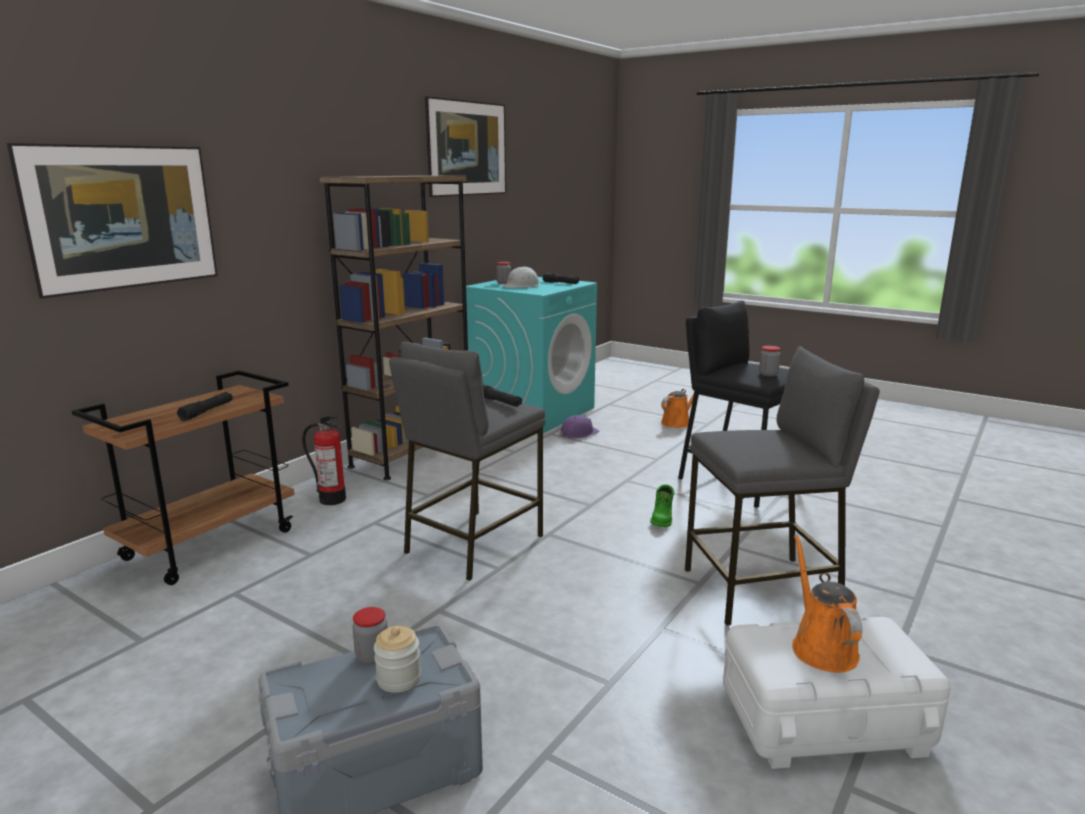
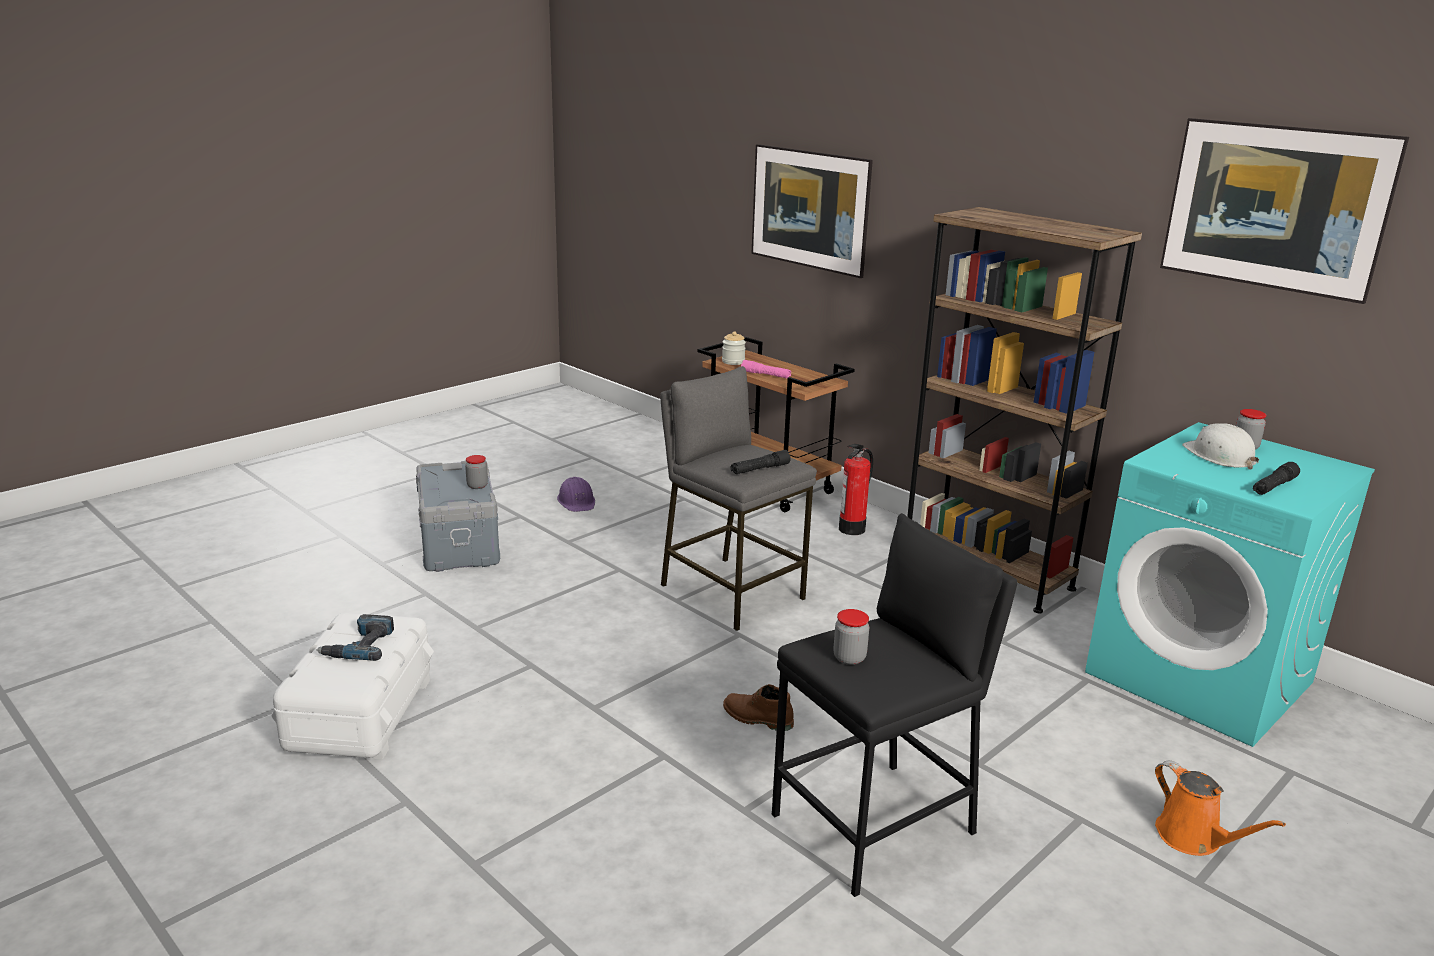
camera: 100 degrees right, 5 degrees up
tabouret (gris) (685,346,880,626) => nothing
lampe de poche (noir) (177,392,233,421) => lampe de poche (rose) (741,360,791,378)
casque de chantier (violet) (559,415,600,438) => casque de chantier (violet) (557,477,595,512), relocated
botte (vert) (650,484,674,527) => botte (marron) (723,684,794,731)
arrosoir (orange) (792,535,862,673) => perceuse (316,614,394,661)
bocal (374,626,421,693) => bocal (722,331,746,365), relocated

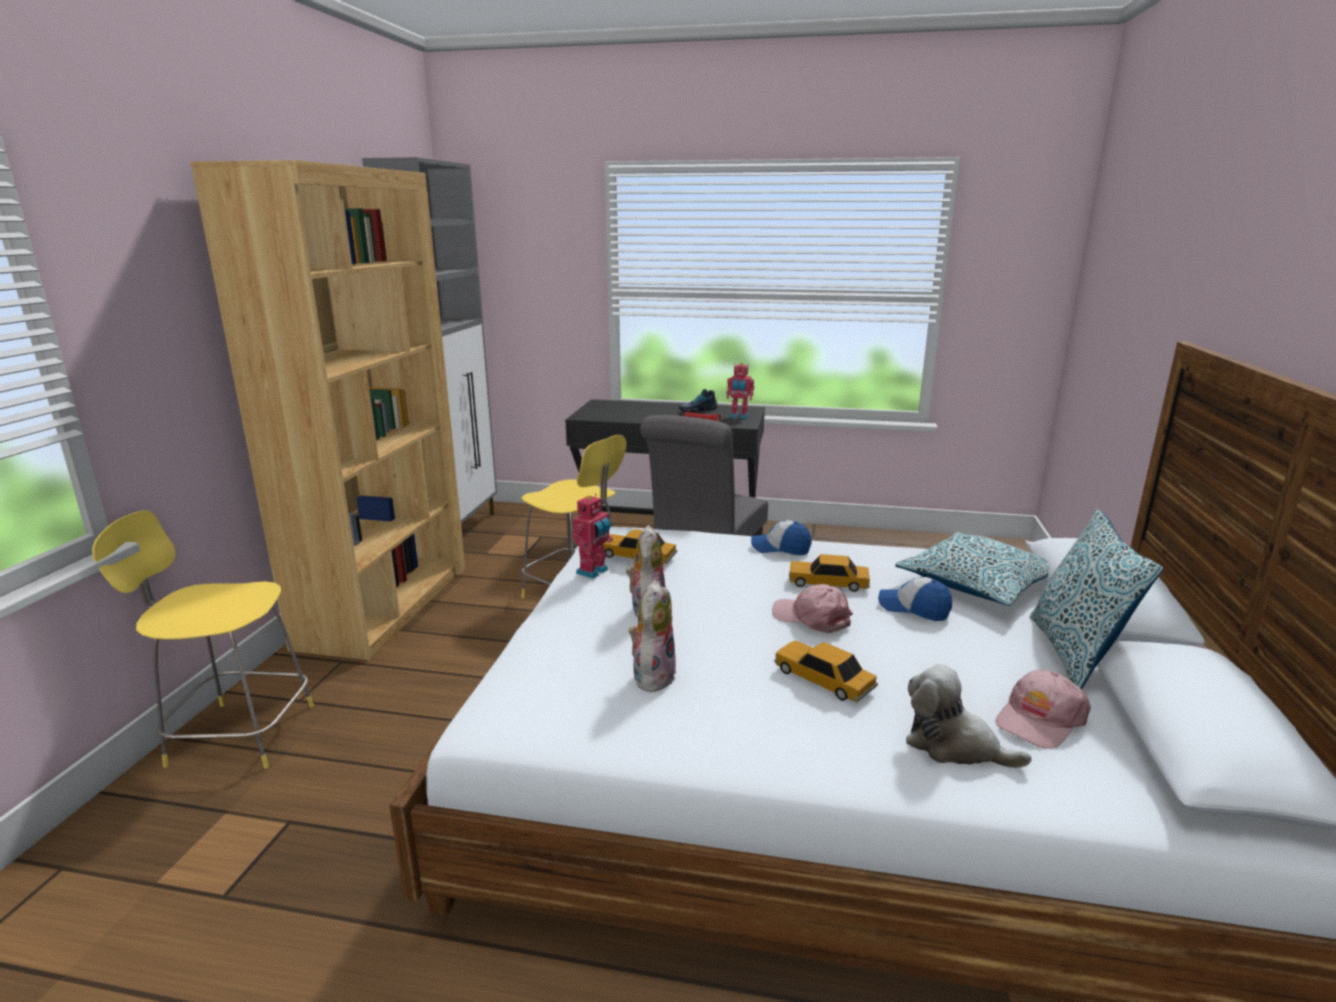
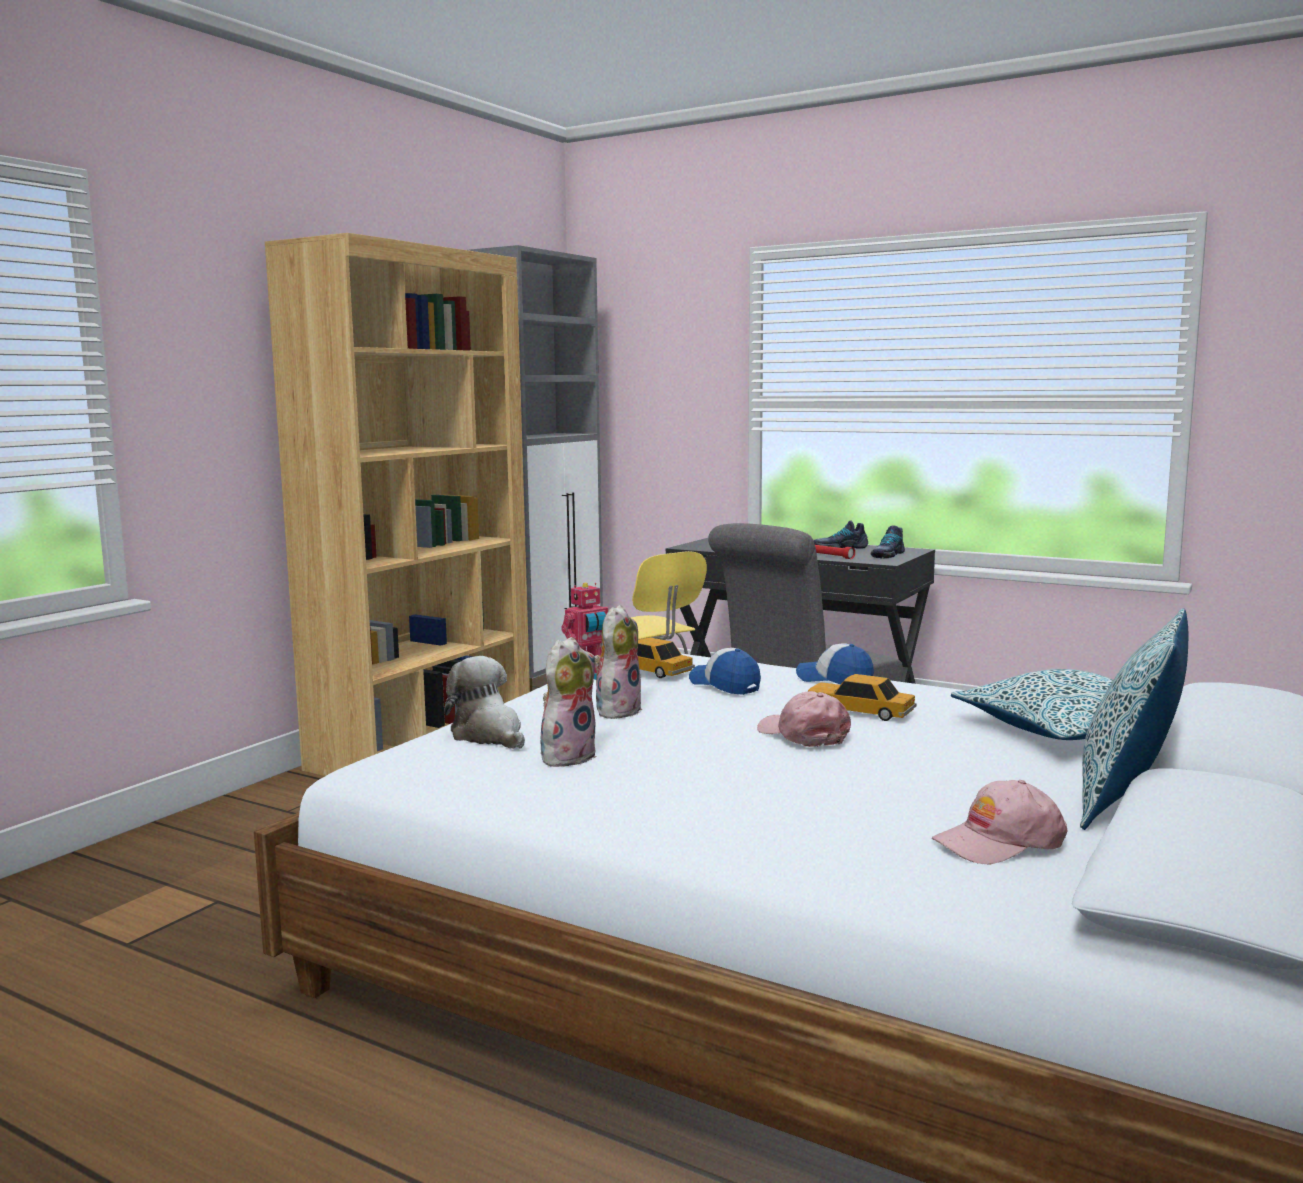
camera: 20 degrees right, 10 degrees down
robot jouet (727,363,754,419) => chaussure (870,526,905,559)
tabouret (jaune) (92,510,314,769) => nothing
casquette (878,577,952,621) => casquette (689,648,761,695), relocated
petite voiture (774,641,878,702) => nothing
peluche (906,664,1032,768) => peluche (444,656,525,749), relocated

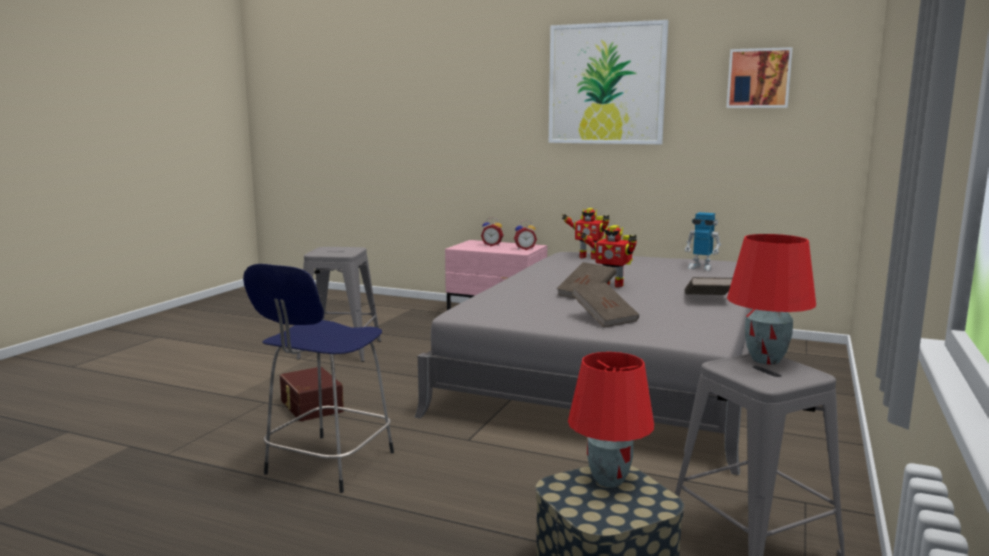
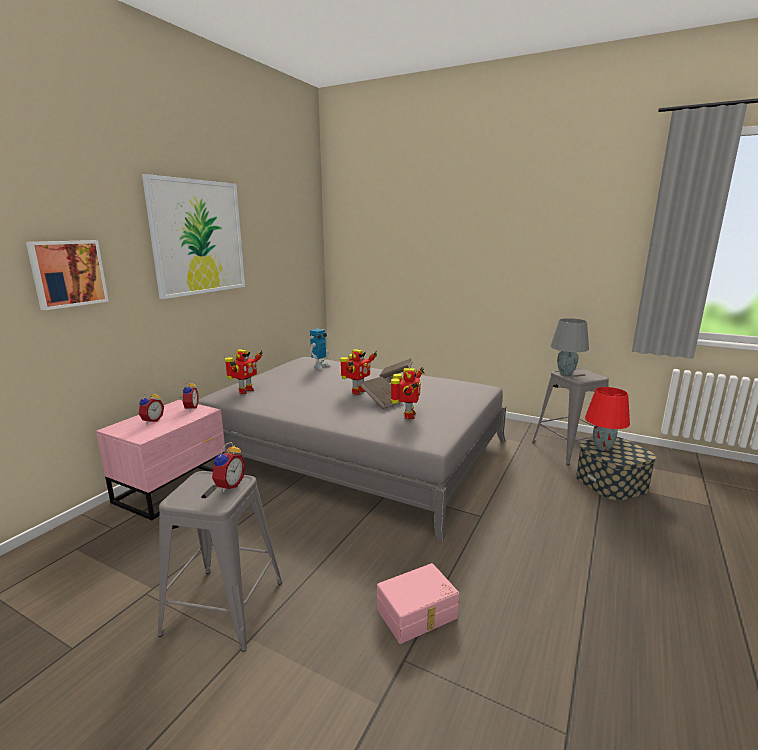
camera: 85 degrees left, 5 degrees up
tableau (726,47,793,108) => tableau (26,240,109,310), relocated
lampe de table (rouge) (727,234,816,364) => lampe de table (gris) (550,318,589,375)
tabouret (bleu) (243,264,394,493) => nothing
livre (marron) (571,283,639,327) => nothing
boîte de rangement (marron) (280,367,344,421) => boîte de rangement (rose) (377,563,459,644)
nothing => robot jouet (391,367,425,419)
nothing => réveil (212,442,245,492)

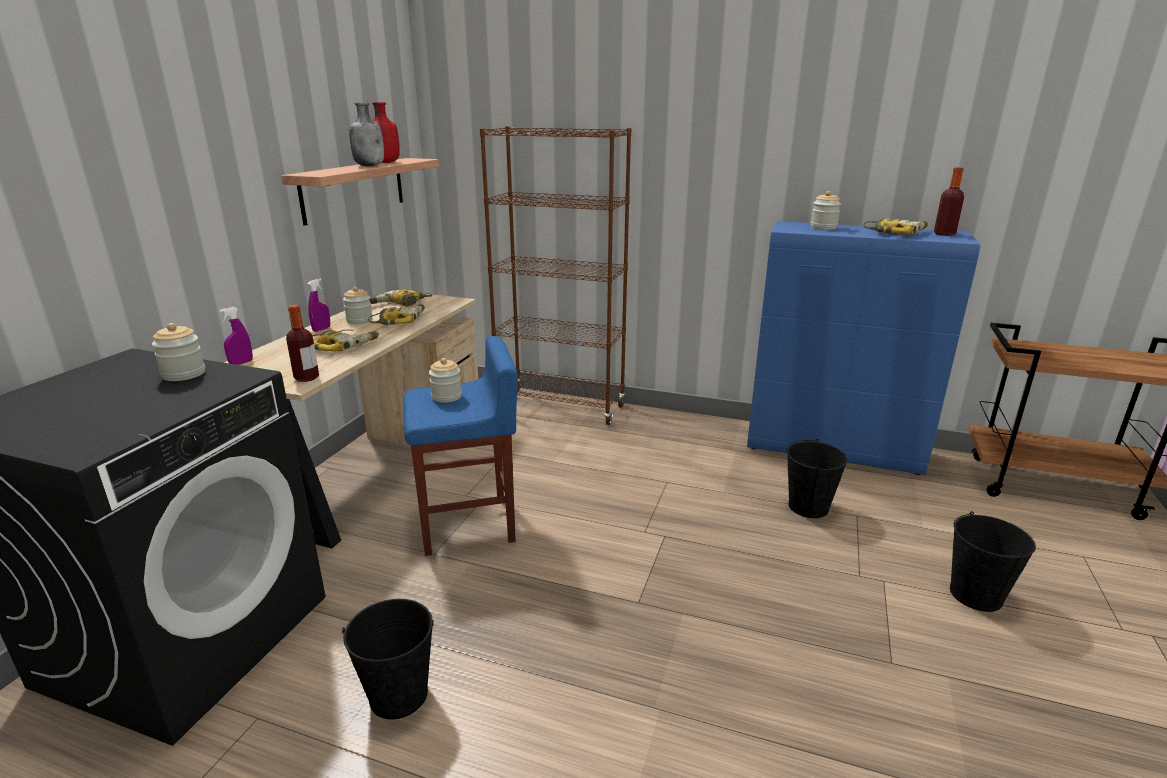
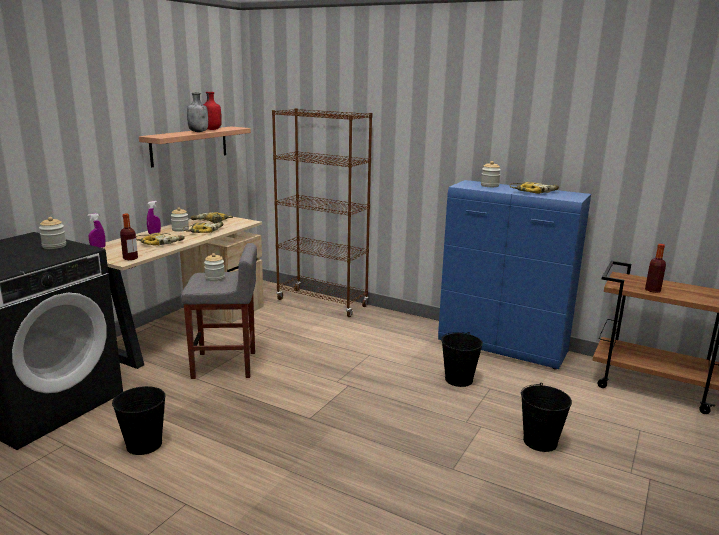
camera: 10 degrees right, 5 degrees down
bouteille (934,167,964,236) => bouteille (645,244,666,293), relocated
tabouret (bleu) (403,336,518,556) => tabouret (gris) (180,243,257,379)

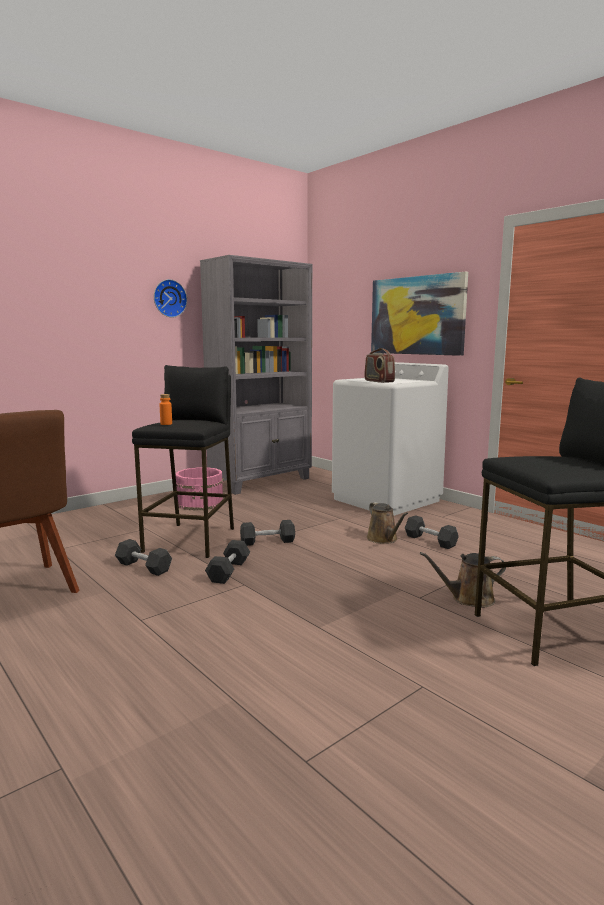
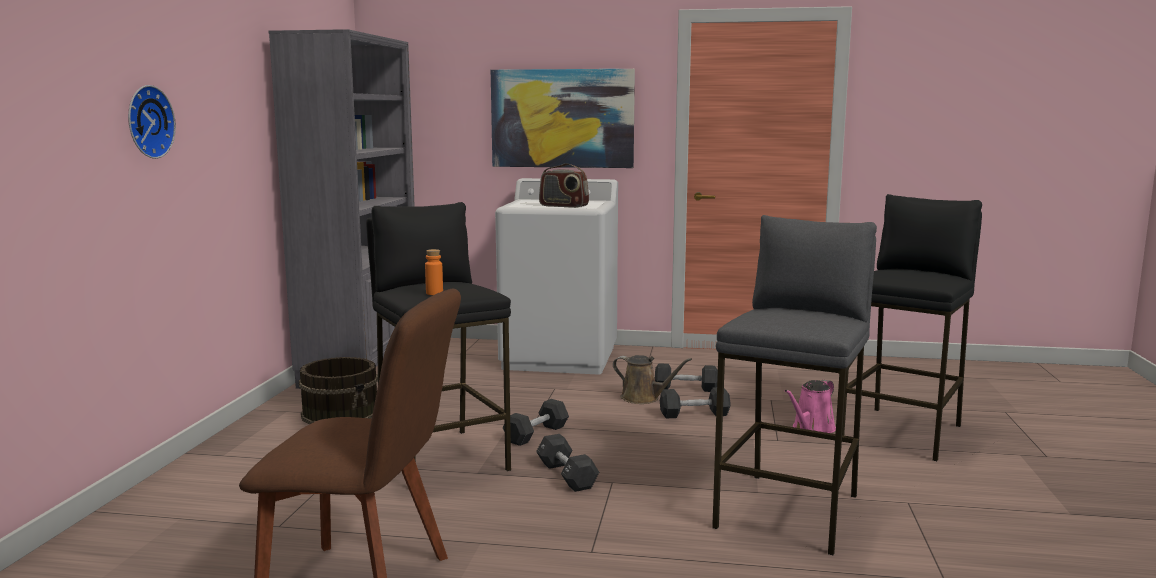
camera: 40 degrees left, 0 degrees up
horloge murale (154,279,187,318) => horloge murale (128,85,176,159), relocated
seau (rose) (175,467,224,510) => seau (marron) (299,357,378,425)
haltère (noir) (115,539,172,576) => haltère (noir) (660,387,731,419), relocated
arrosoir (marron) (420,552,506,608) => arrosoir (rose) (784,380,836,433)
nothing => tabouret (gris) (712,215,877,555)

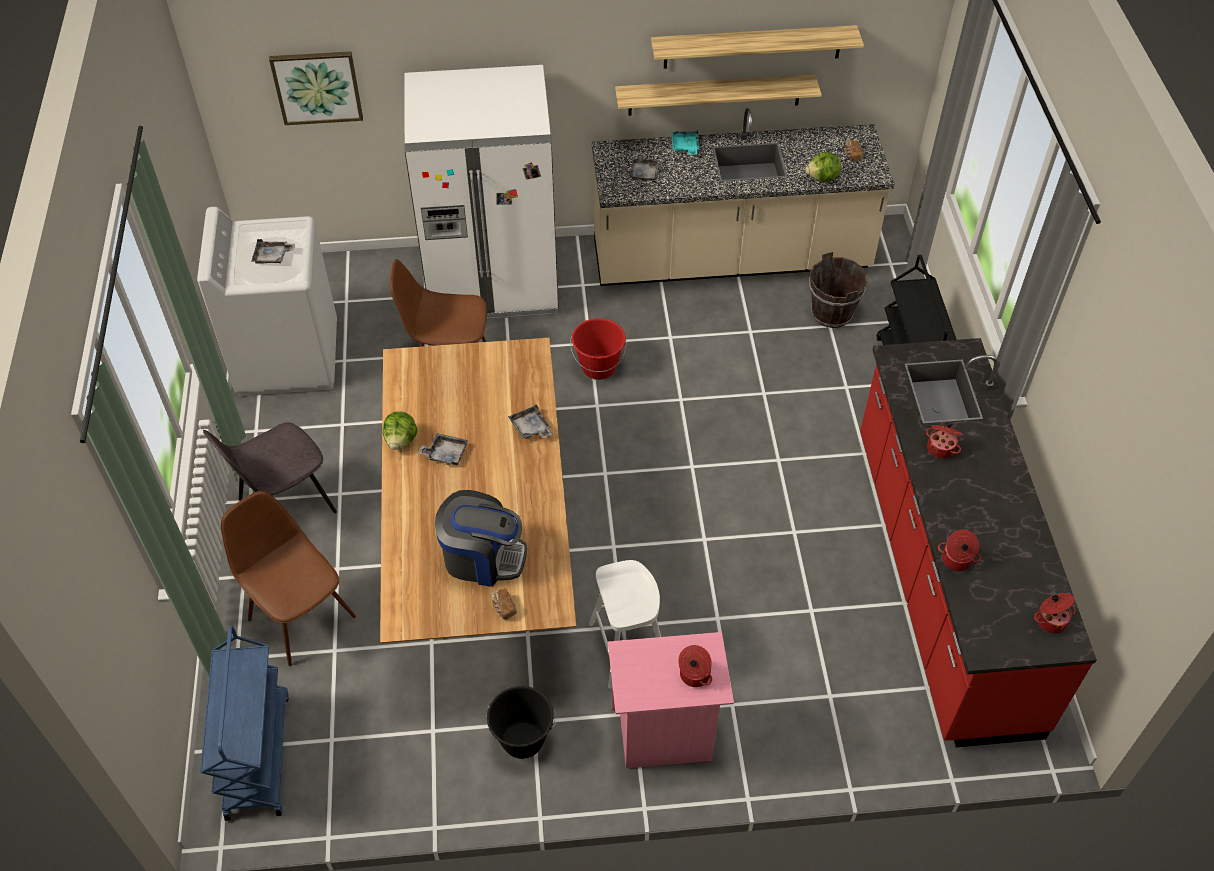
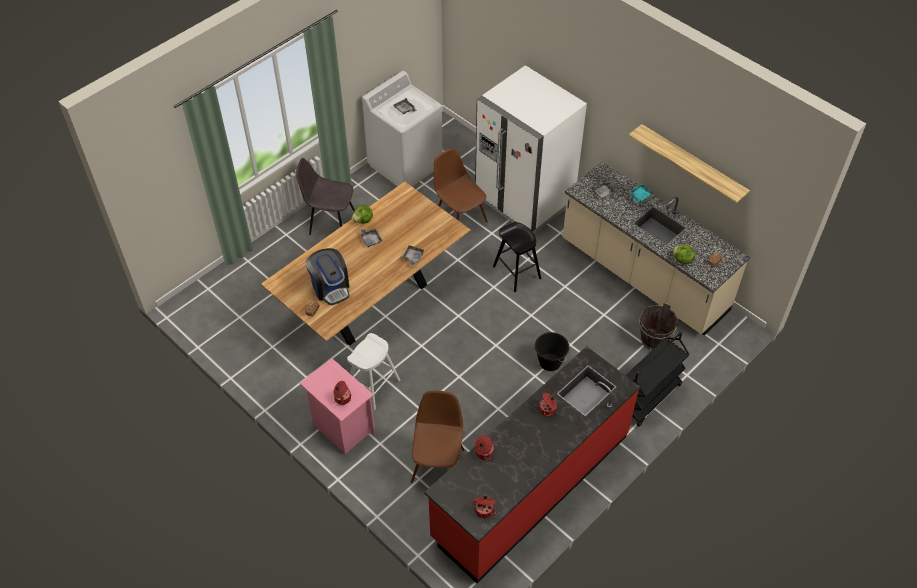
camera: 50 degrees right, 0 degrees up
tableau (269,51,363,125) => nothing
étagère (615,74,822,116) => nothing
seau (rouge) (570,318,627,380) => tabouret (noir) (493,222,541,292)
chaise (marron) (221,491,356,666) => chaise (marron) (411,391,465,483), relocated
chariot (bleu) (200,626,289,821) => nothing
seau (noir) (487,686,556,759) => seau (noir) (535,332,569,371), relocated

